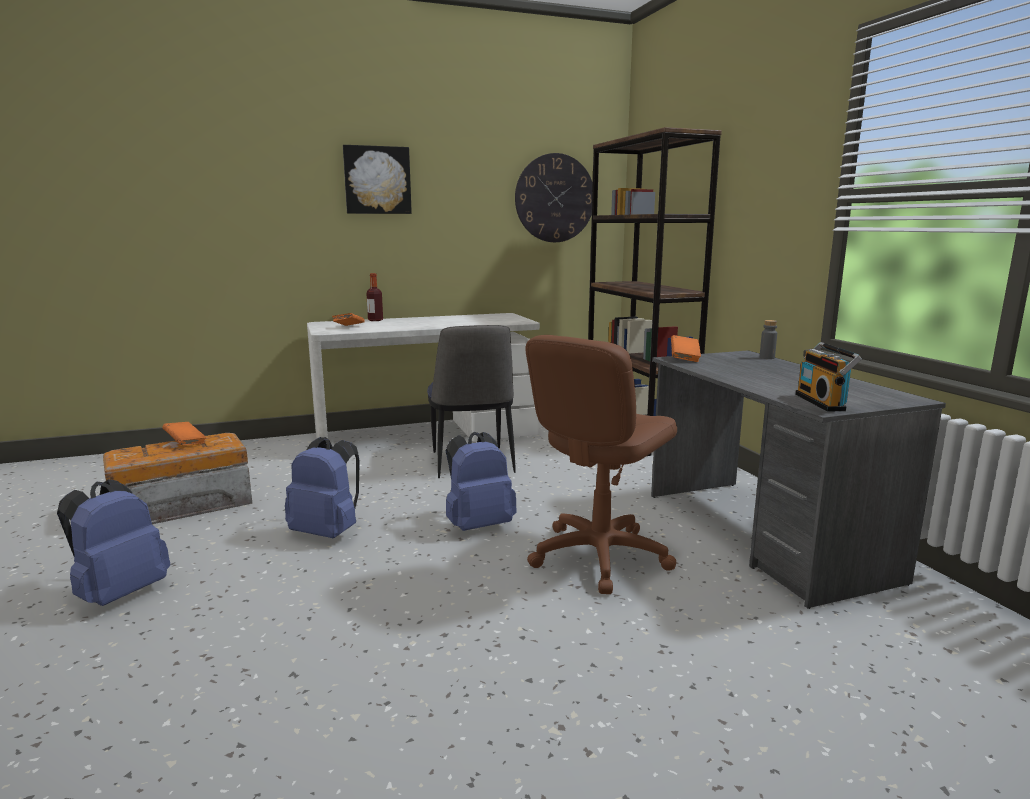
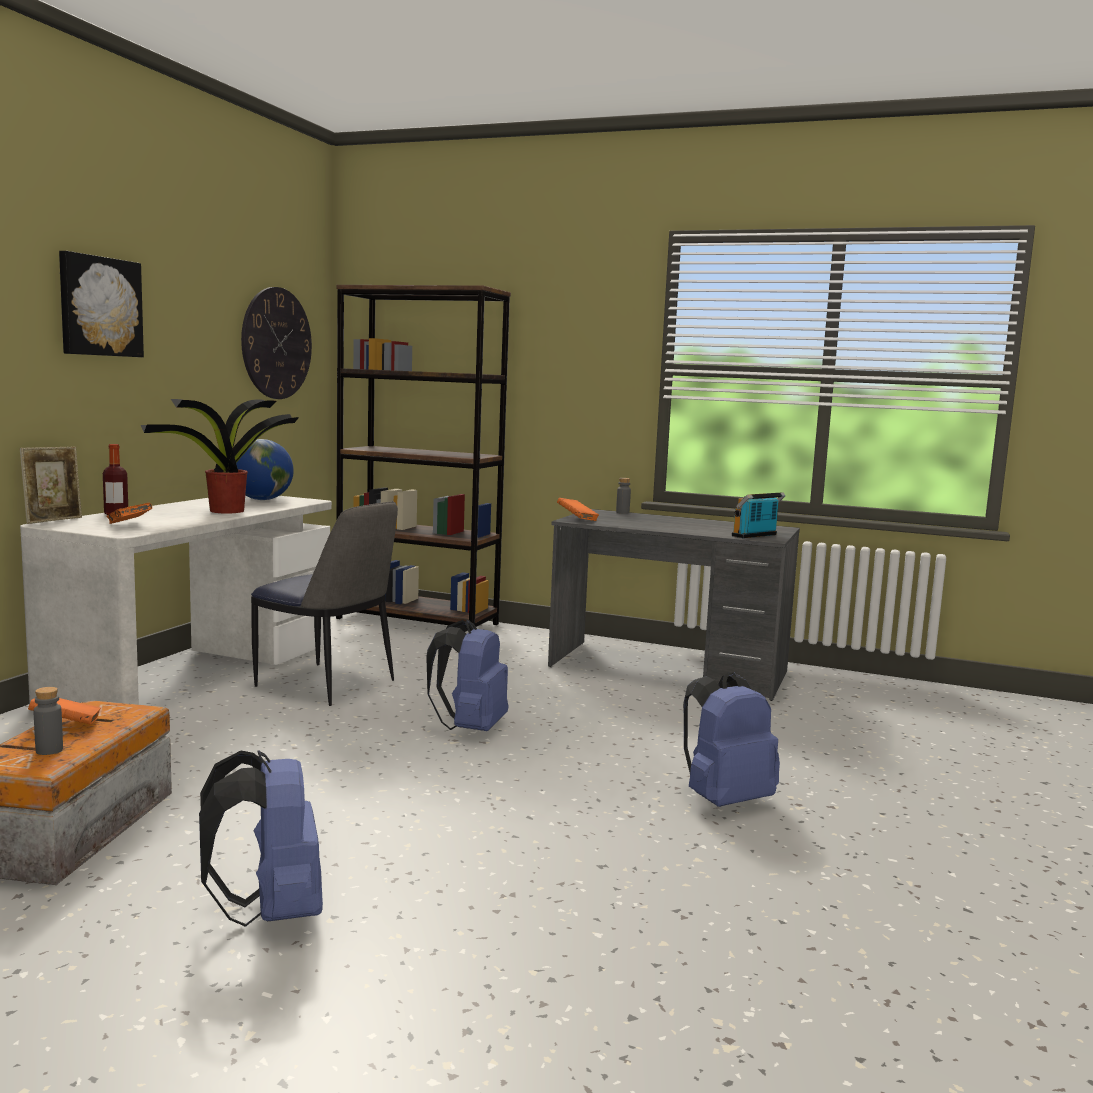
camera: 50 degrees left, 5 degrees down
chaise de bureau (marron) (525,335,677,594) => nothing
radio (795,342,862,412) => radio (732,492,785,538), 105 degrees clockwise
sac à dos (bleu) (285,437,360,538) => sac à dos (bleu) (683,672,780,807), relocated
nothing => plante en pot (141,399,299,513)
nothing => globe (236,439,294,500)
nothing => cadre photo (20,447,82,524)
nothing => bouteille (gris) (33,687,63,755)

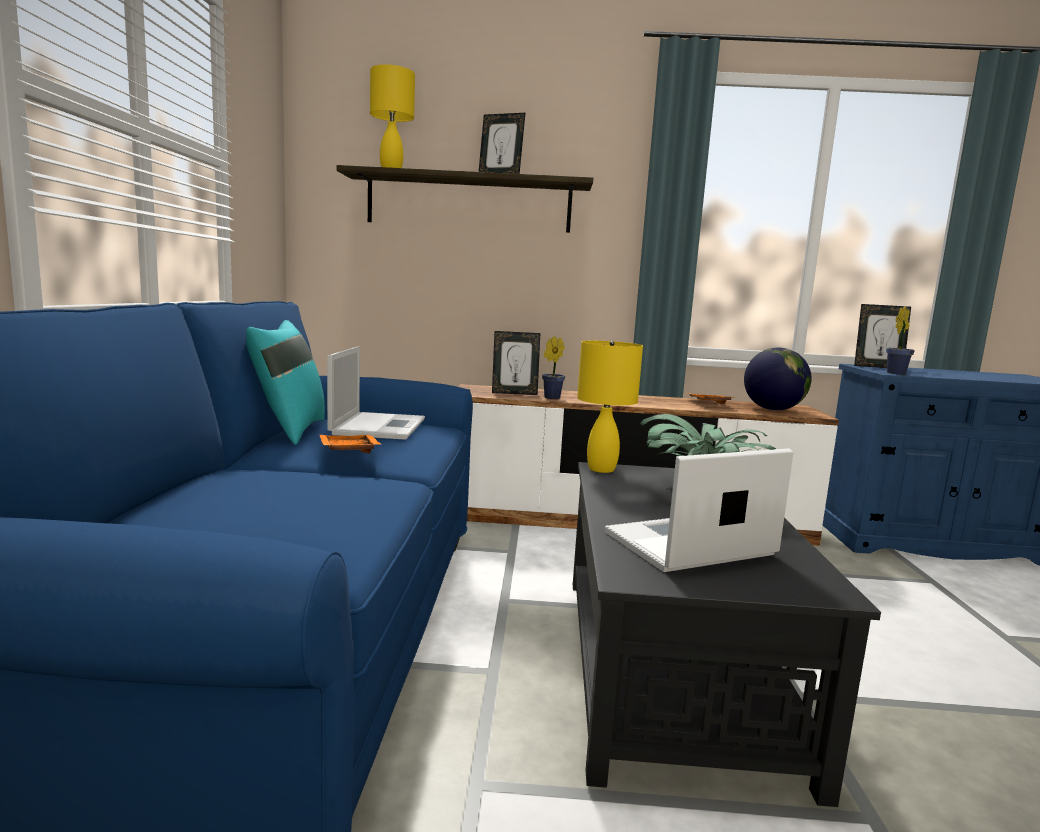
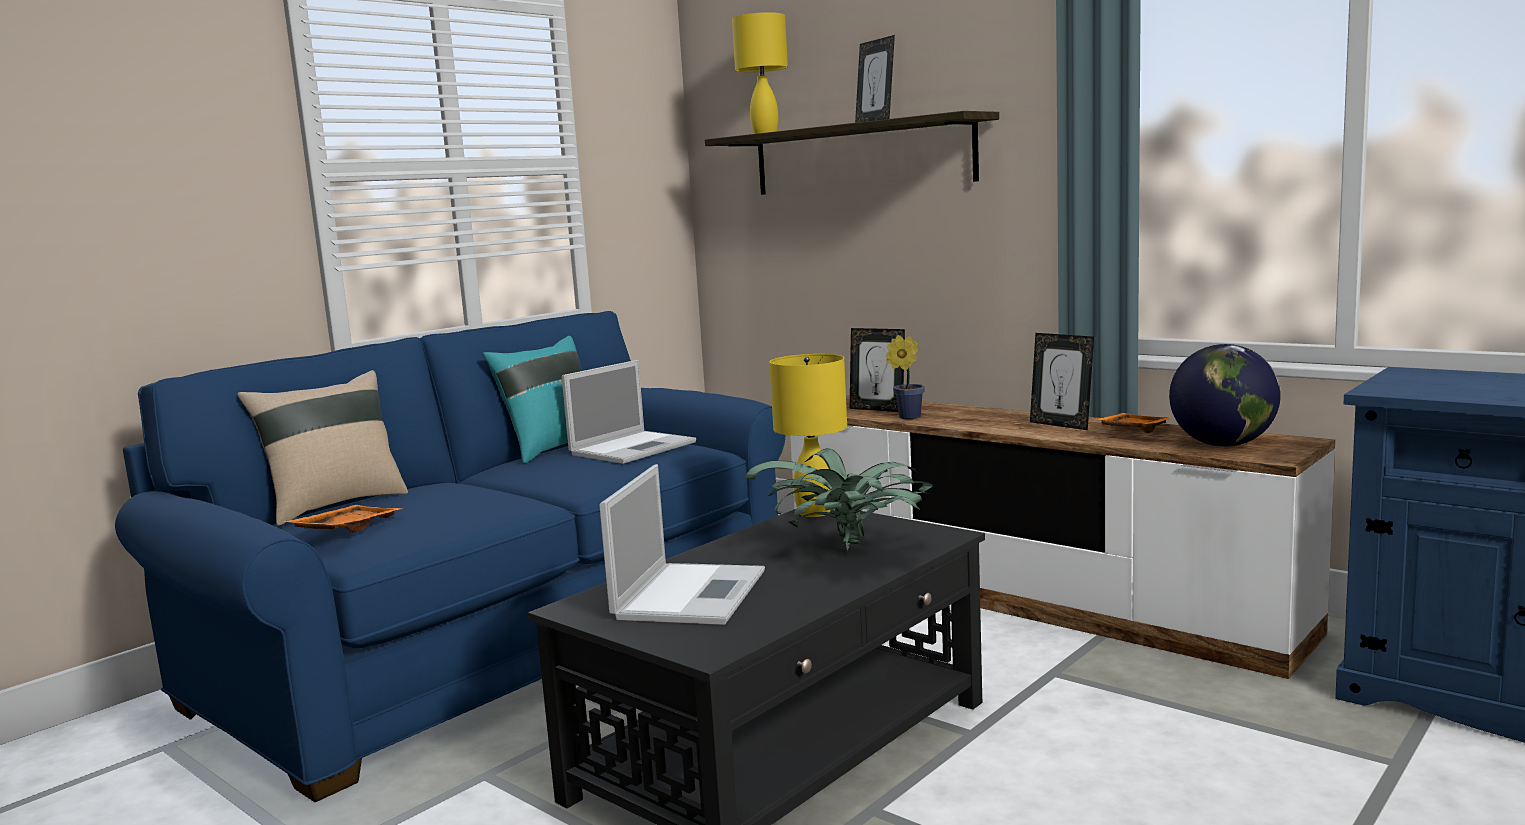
camera: 40 degrees right, 0 degrees up
cadre photo (854,304,911,368) => cadre photo (1030,333,1094,430), relocated
plante en pot (886,306,915,375) => nothing
plateau (orange) (320,435,382,453) => plateau (orange) (284,505,402,533), relocated
ordinateur portable (605,449,793,572) => ordinateur portable (599,464,765,625), 90 degrees clockwise
nothing => coussin (beige) (237,370,408,526)

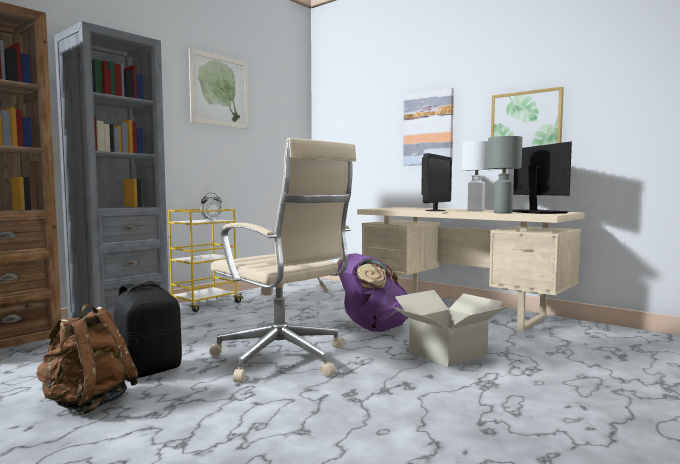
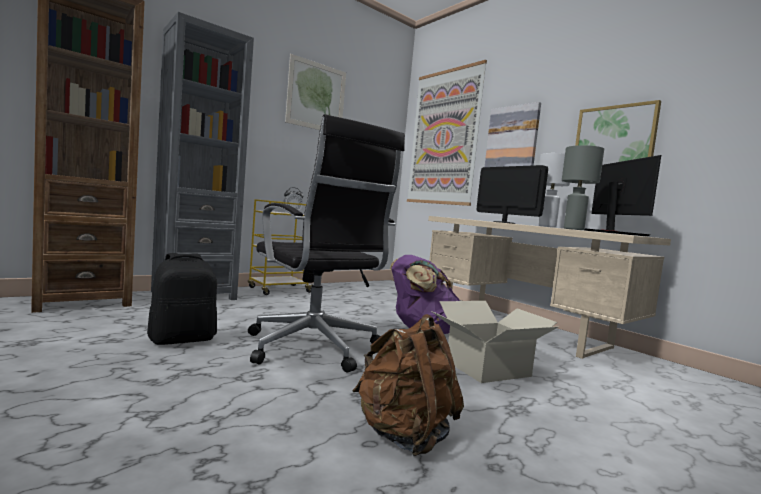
camera: 10 degrees right, 0 degrees up
chaise de bureau (beige) (209,138,356,383) => chaise de bureau (noir) (248,114,405,373)
écran d'ordinateur (421,153,452,211) => écran d'ordinateur (477,165,548,224), 75 degrees counterclockwise
sac à dos (marron) (36,304,138,415) => sac à dos (marron) (352,314,464,456), relocated
nothing => tableau (407,60,487,206)

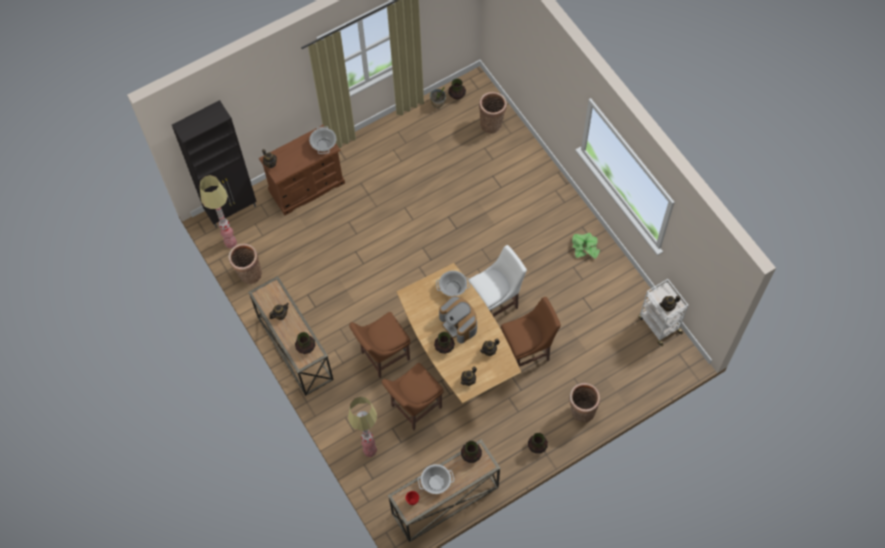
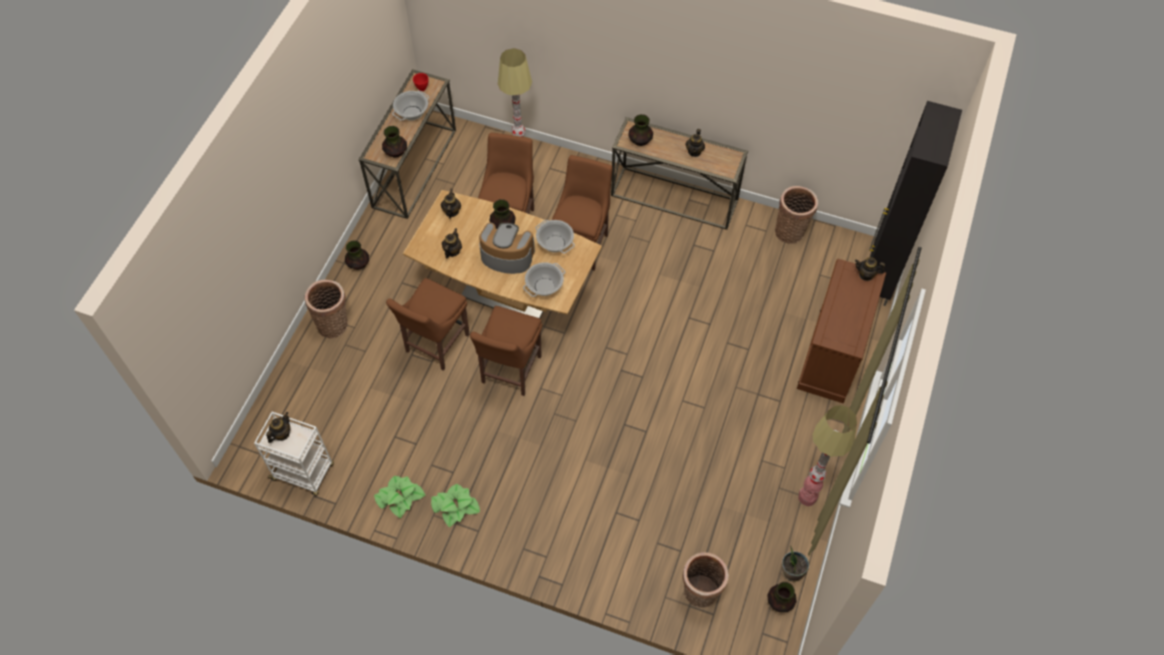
camera: 140 degrees right, 5 degrees down
marmite (309,126,337,154) => marmite (536,220,575,253), relocated
lampadaire (200,175,237,248) => lampadaire (798,405,857,506), relocated
chaise (blanc) (469,245,527,317) => chaise (marron) (470,306,542,396)
nothing => plante en pot (374,476,425,519)

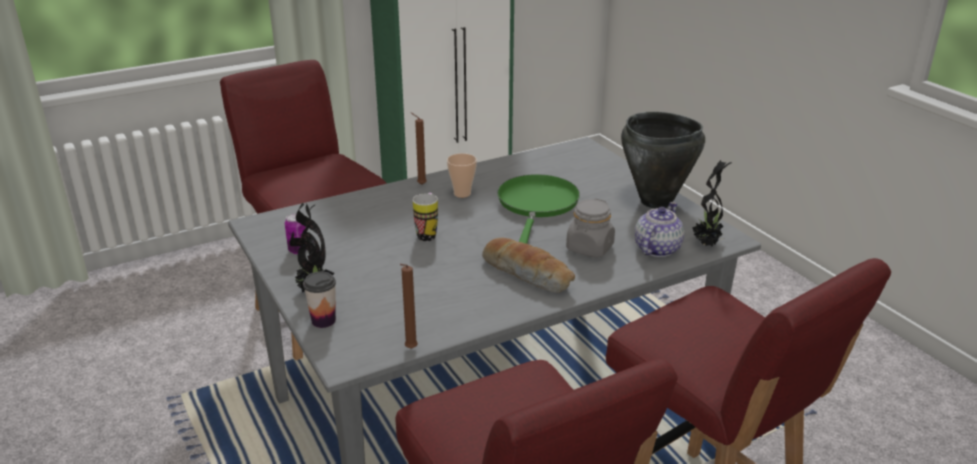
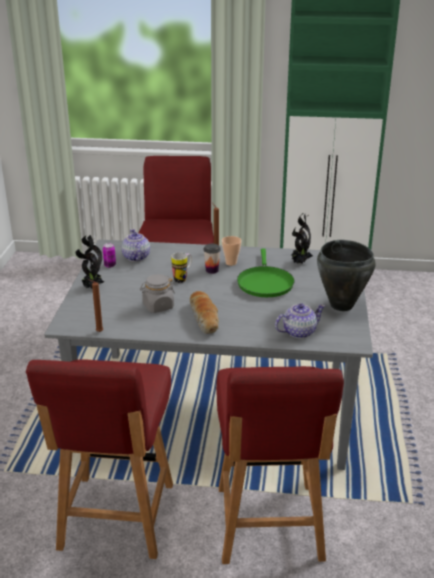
camera: 35 degrees right, 0 degrees up
plante en pot (692,160,732,247) => plante en pot (291,213,313,264), relocated
poêle (vert) (497,174,580,244) => poêle (vert) (237,248,294,297), 135 degrees clockwise
bocal (gris) (566,198,615,258) => bocal (gris) (140,274,175,313), relocated
tasse (303,271,336,328) => tasse (204,244,221,274), relocated
nothing => théière (121,229,150,262)

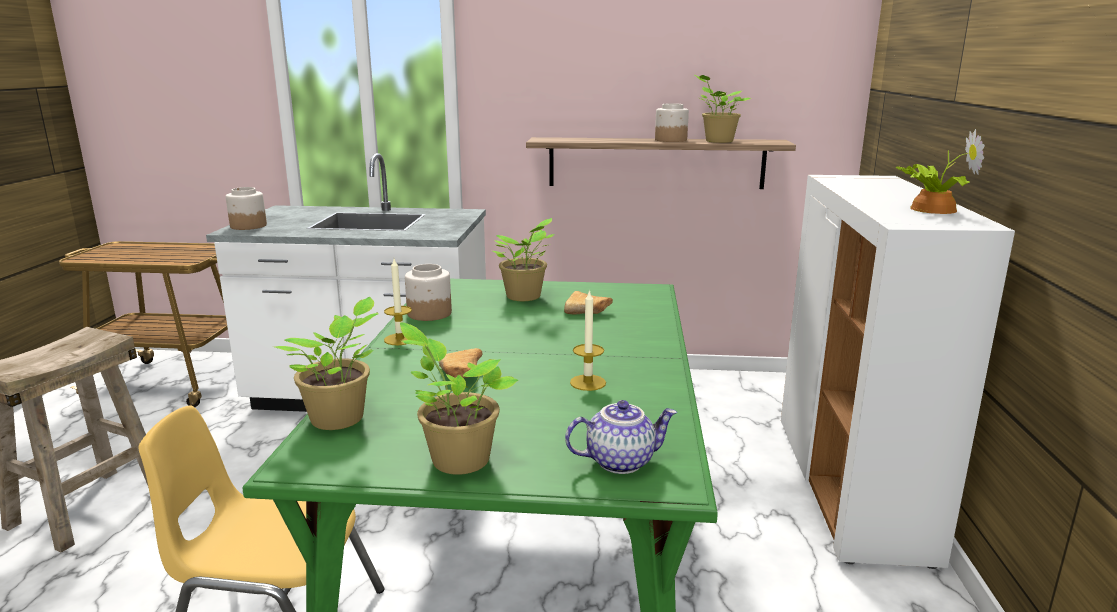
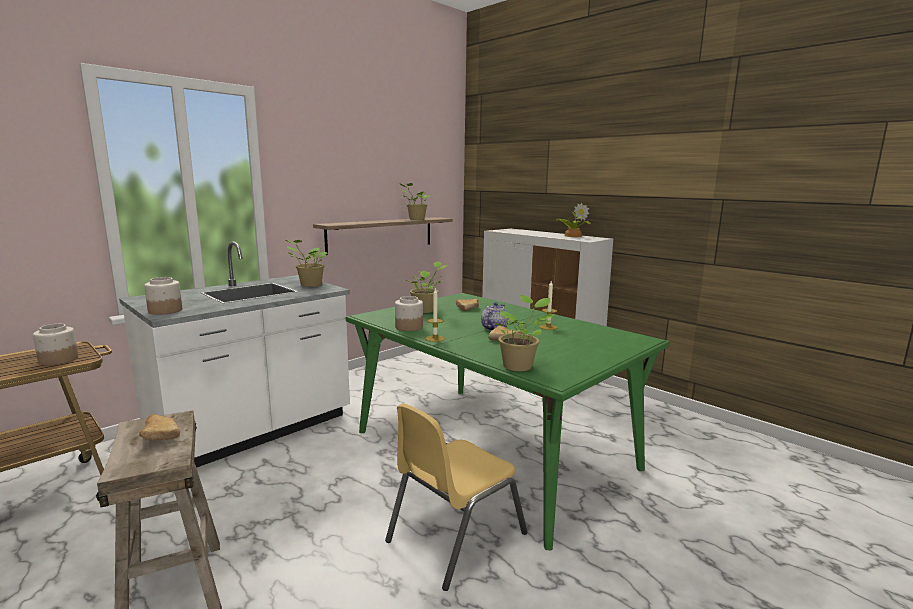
camera: 50 degrees left, 5 degrees down
bocal (655,103,689,142) => bocal (33,324,78,365), relocated
plante en pot (400,322,518,475) => plante en pot (284,239,327,287), relocated
théière (565,400,677,474) => théière (481,302,509,331), relocated
nothing => pain (139,414,180,440)

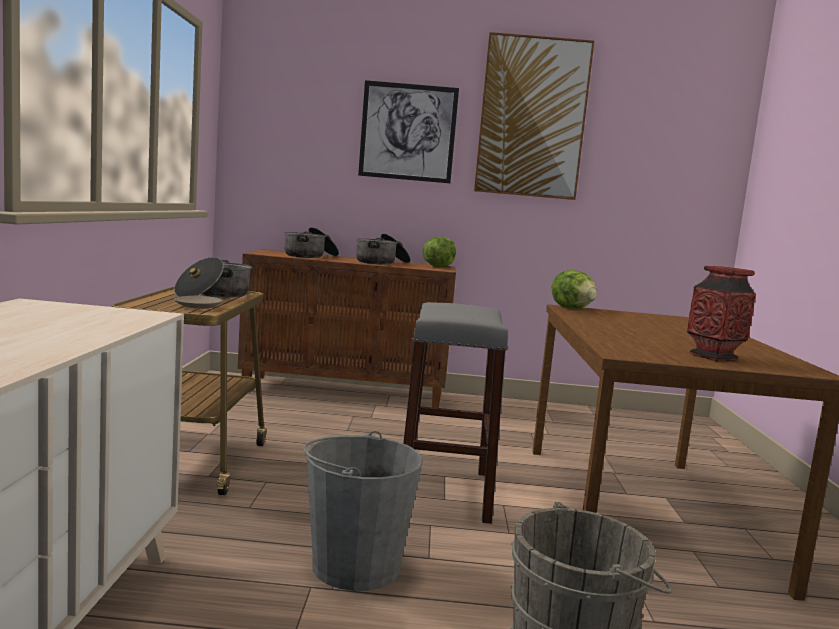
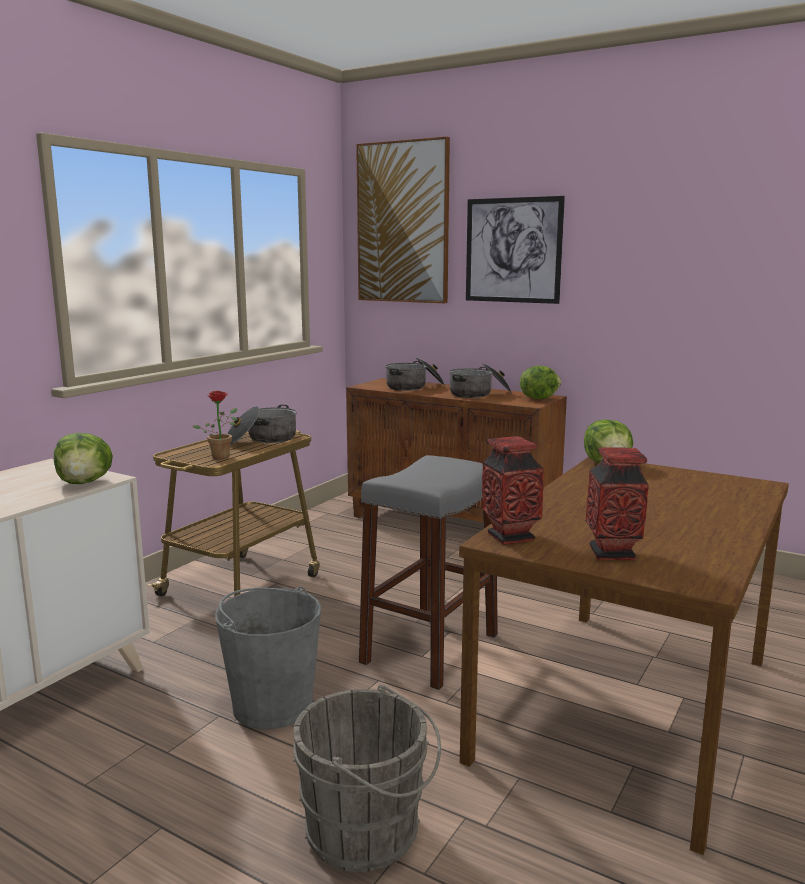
camera: 30 degrees right, 5 degrees up
tableau (474,32,594,200) => tableau (356,137,450,303), relocated
assiette (beige) (174,296,223,309) => plante en pot (193,391,238,459)
nothing => laitue (54,433,113,484)
nothing => vase (482,436,544,545)

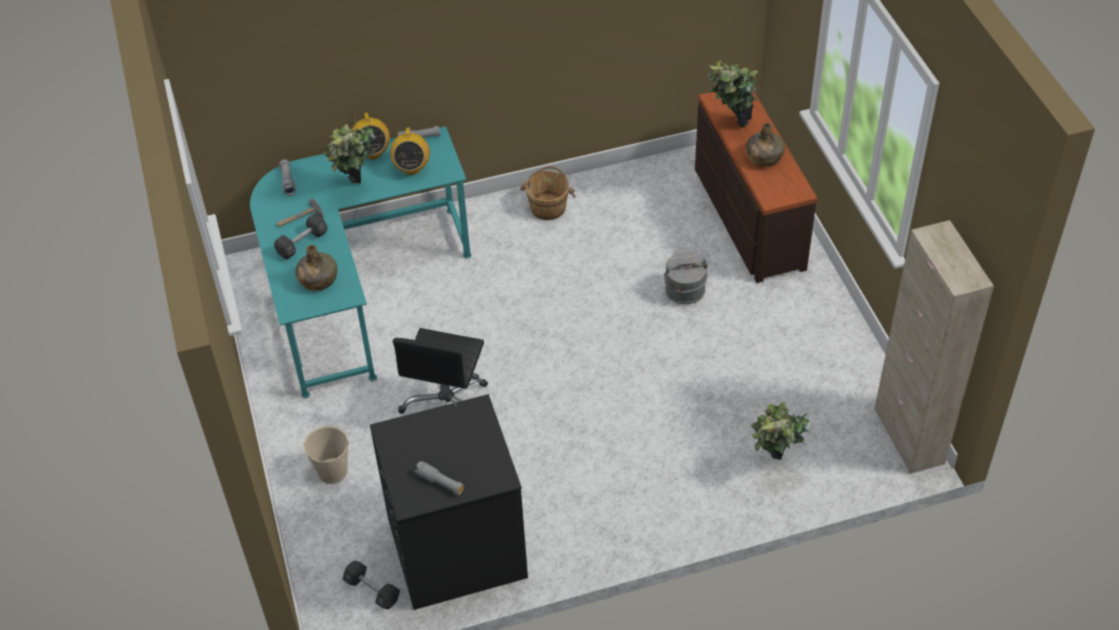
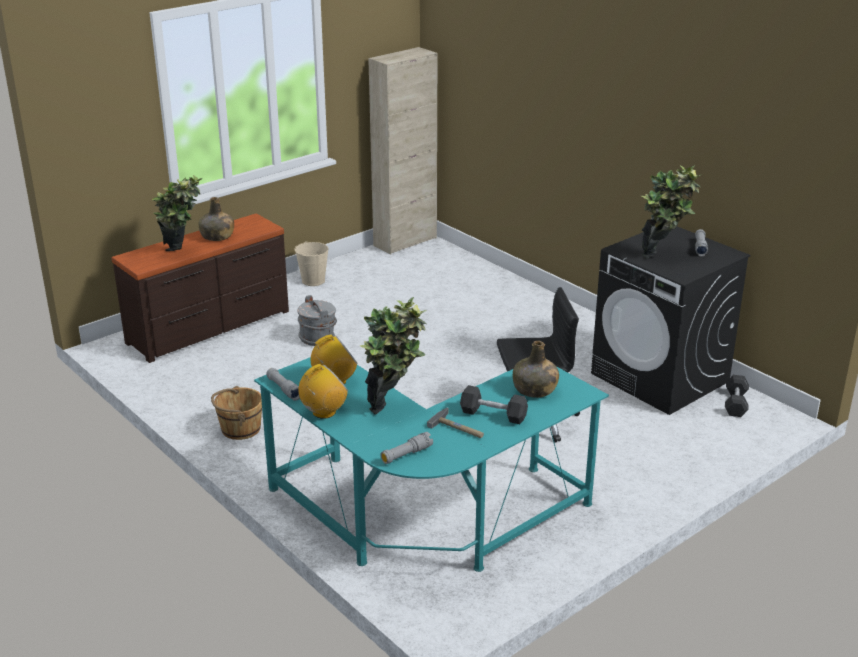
camera: 115 degrees left, 20 degrees down
plante en pot (751,402,809,460) => plante en pot (641,165,700,258), relocated
seau (beige) (303,426,349,484) => seau (beige) (295,241,329,286), relocated

